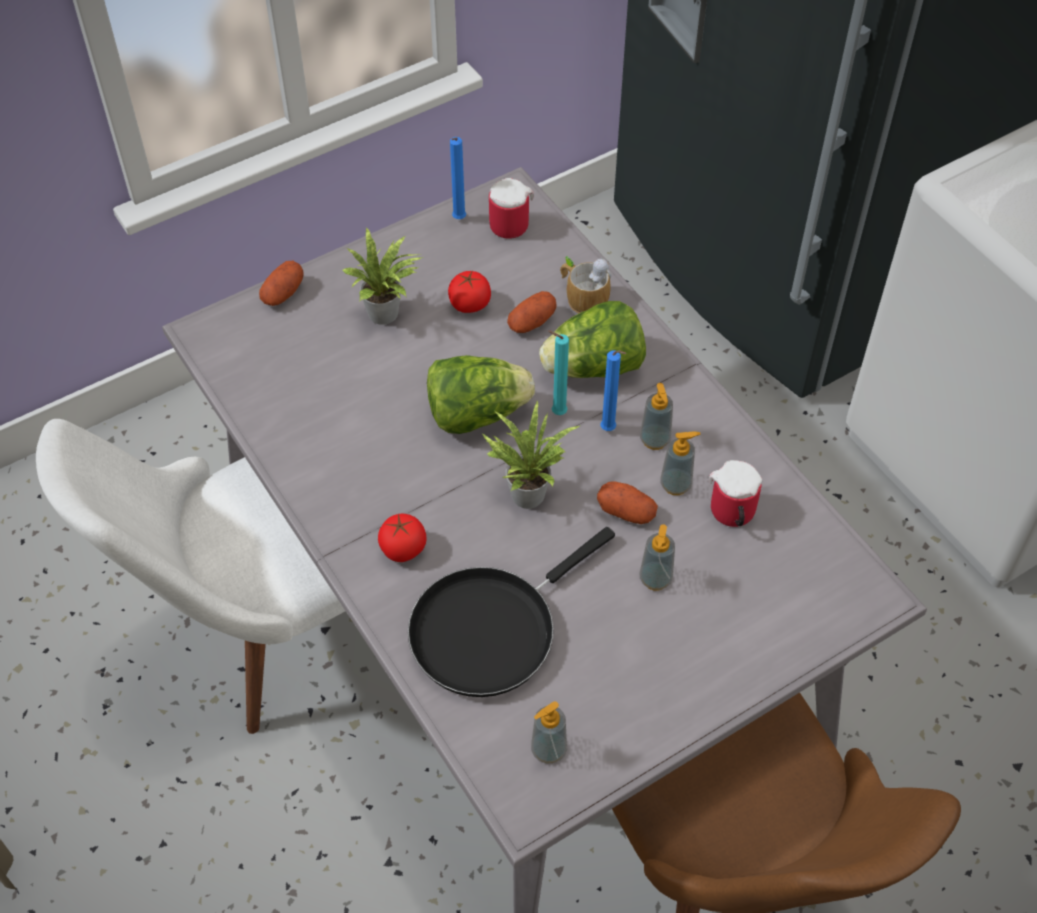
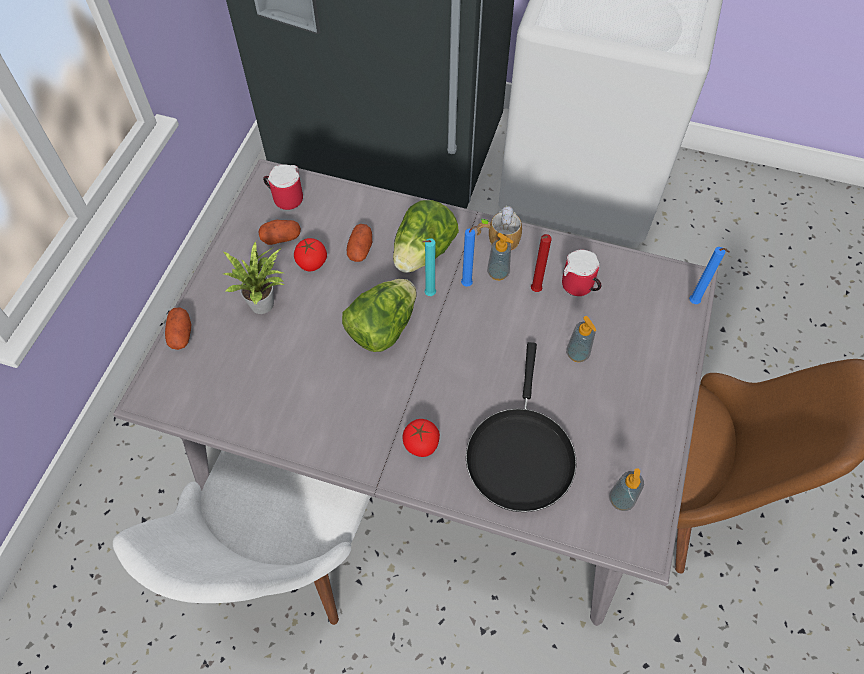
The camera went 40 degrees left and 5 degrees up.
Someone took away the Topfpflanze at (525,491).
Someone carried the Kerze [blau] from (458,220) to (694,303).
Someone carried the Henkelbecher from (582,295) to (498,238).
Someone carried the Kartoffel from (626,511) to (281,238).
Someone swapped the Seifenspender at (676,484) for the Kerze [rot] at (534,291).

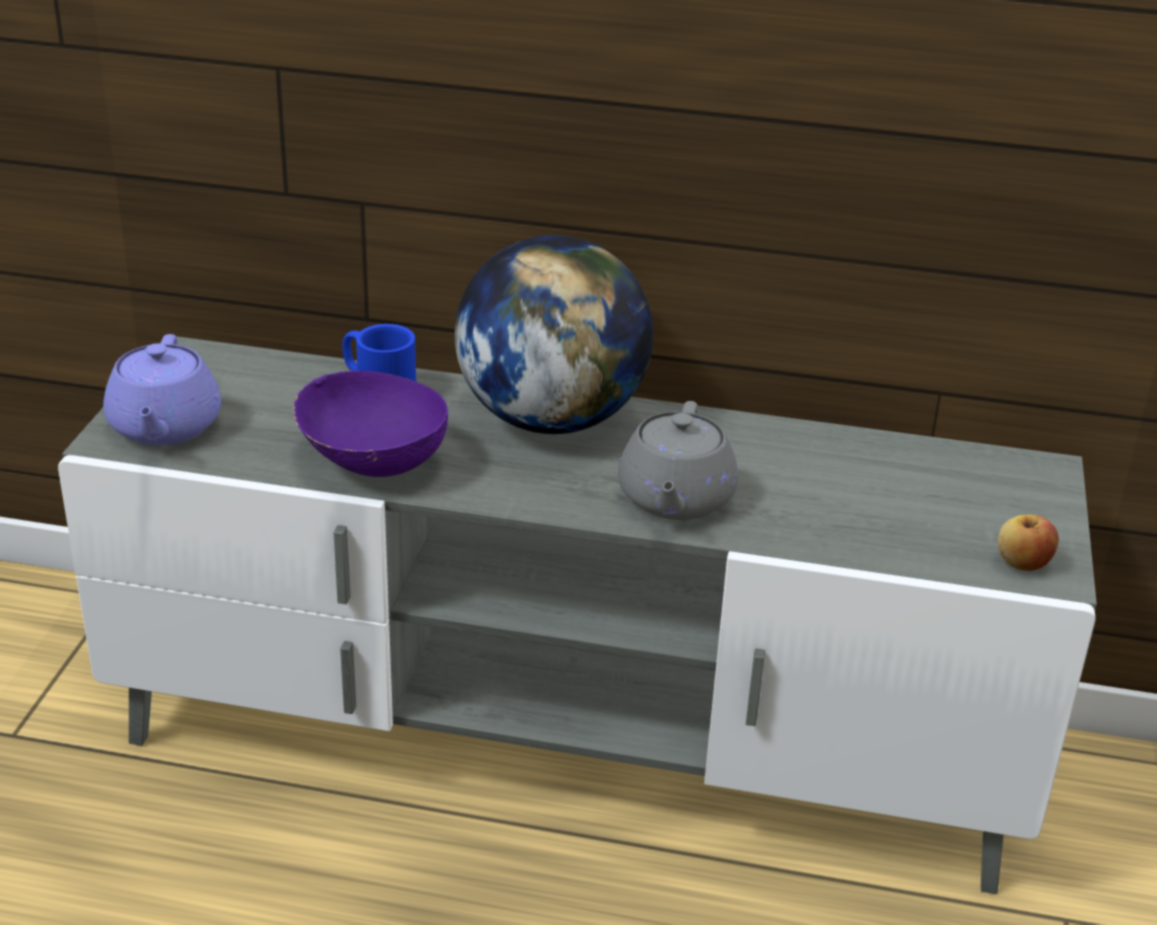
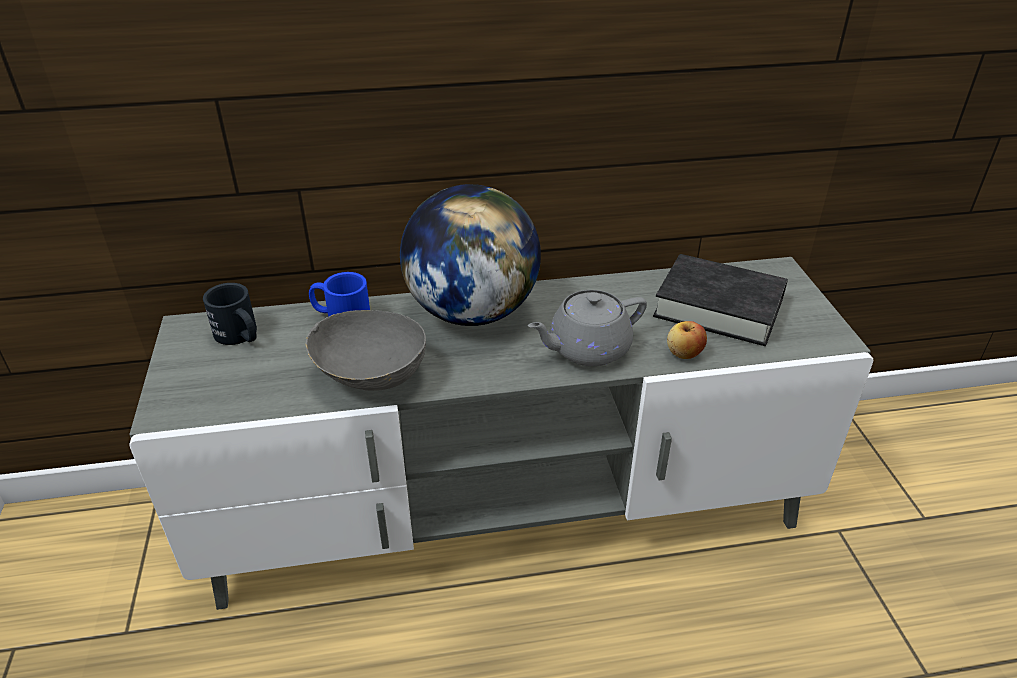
The camera went 20 degrees left and 5 degrees up.
Someone took away the Teekanne [lila] at (164,427).
Someone put down the Henkelbecher [schwarz] at (240,336).
Someone put down the Buch [schwarz] at (718,307).
Someone carried the Apfel from (1022,563) to (684,353).
Someone repainted the Schüssel [lila] at (371,461), which became the Schüssel [grau] at (369,376).
Someone rotated the Teekanne [grau] at (675,499) by 75 degrees clockwise.

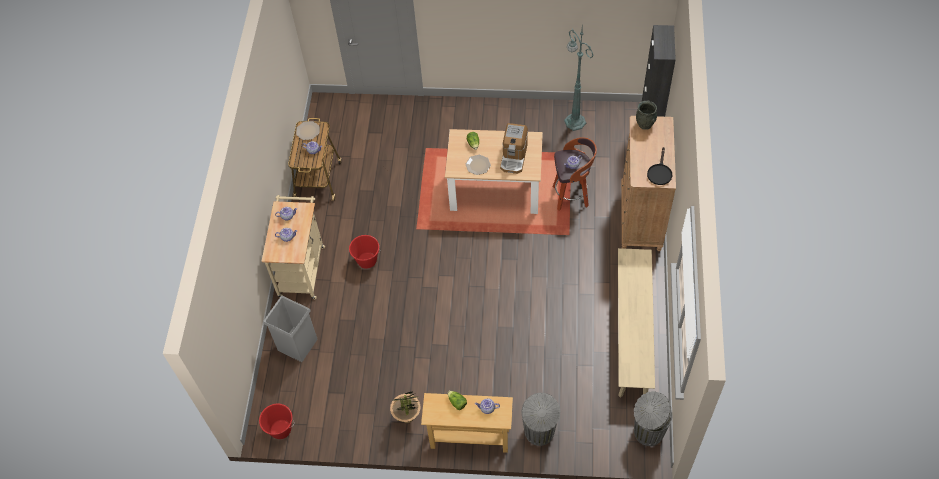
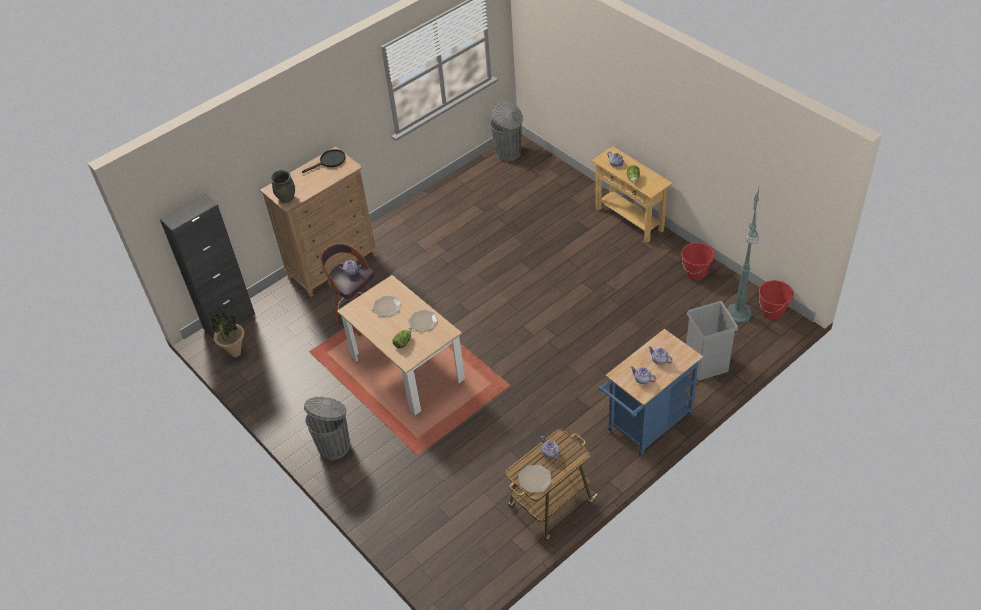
The camera went 135 degrees left and 10 degrees down.
Someone took away the Bank [beige] at (632,333).
Someone carried the Eimer [rot] from (367,261) to (696,273).
Someone carried the Topfpflanze from (408,418) to (235,353).
Someone carried the Mülleimer [grau] from (539,432) to (335,445).
Someone carried the Stehlampe [grün] from (574,121) to (738,314).
Someone swapped the Kaffeemaschine at (514,157) for the Teller at (386,307).
Someone repainted the Rollwagen [beige] at (302,267), which became the Rollwagen [blau] at (646,426).

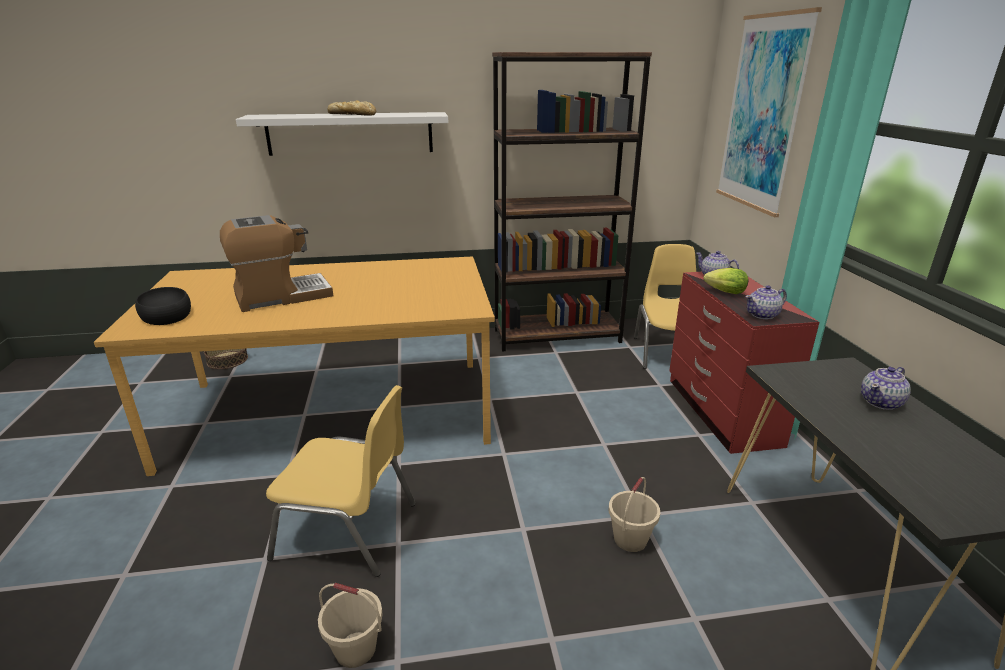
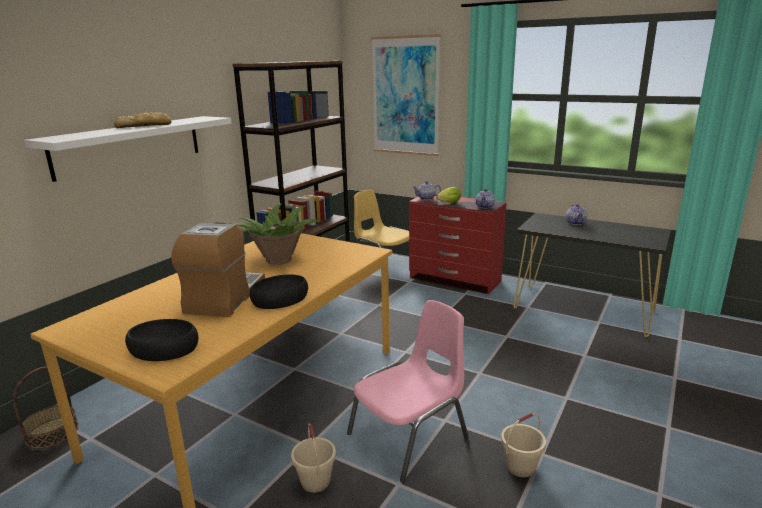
The camera went 50 degrees left and 5 degrees down.
Someone put down the Topfpflanze at (278,261).
Someone put down the Schüssel [schwarz] at (280,299).
Someone carried the Eimer [beige] from (630,540) to (316,481).
Someone repainted the Stuhl [gelb] at (348,530), which became the Stuhl [rosa] at (410,436).

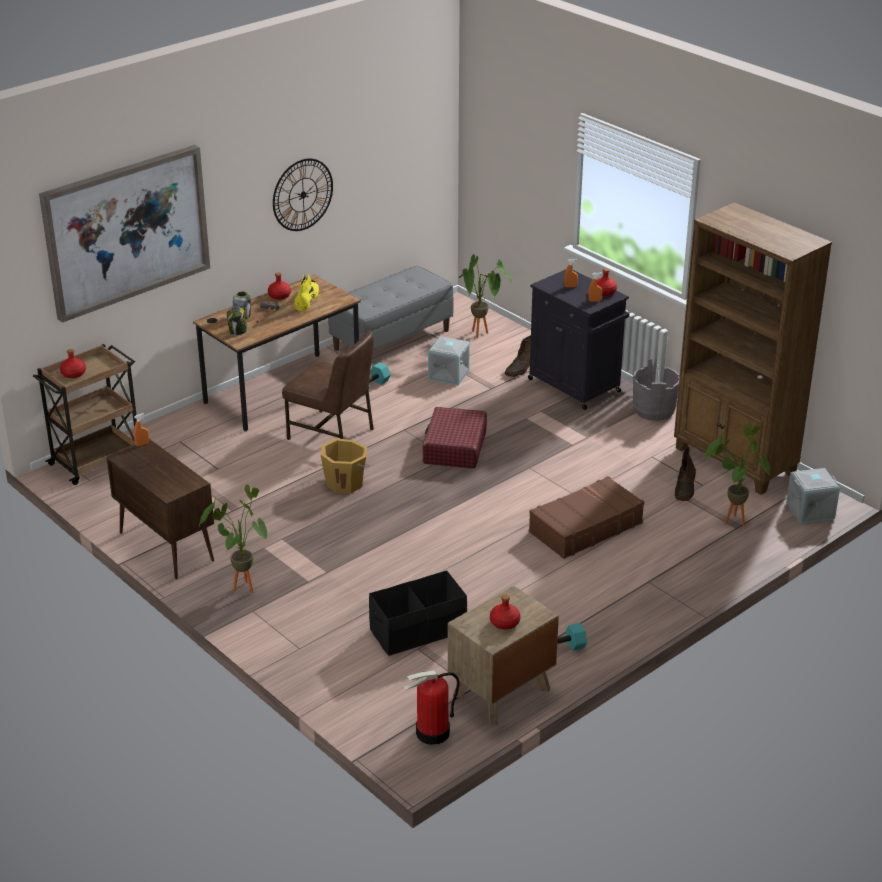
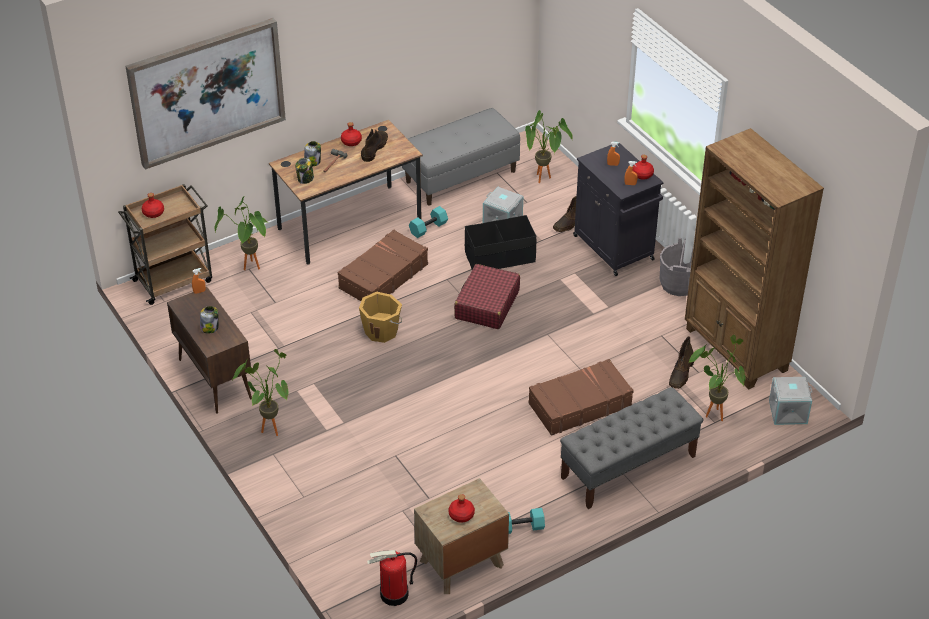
The camera went 10 degrees right and 10 degrees up.
Someone took away the Wanduhr at (303,194).
Someone put down the Vorratsglas at (210,327).
Someone put down the Topfpflanze at (250,269).
Someone put down the Bank [grau] at (628,467).
Someone carried the Aufbewahrungsbox [schwarz] from (418,631) to (500,257).
Someone swapped the Stuhl [braun] at (332,434) for the Koffer [braun] at (382,276).
Someone repainted the Stiefel [gelb] at (307,299), which became the Stiefel [braun] at (374,148).

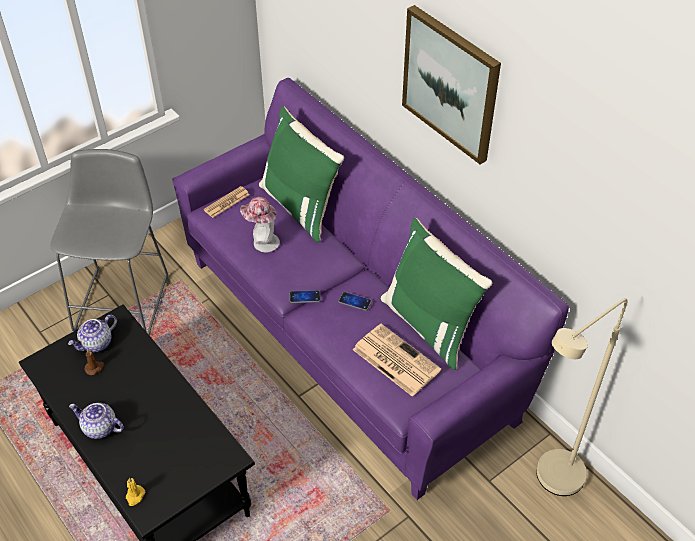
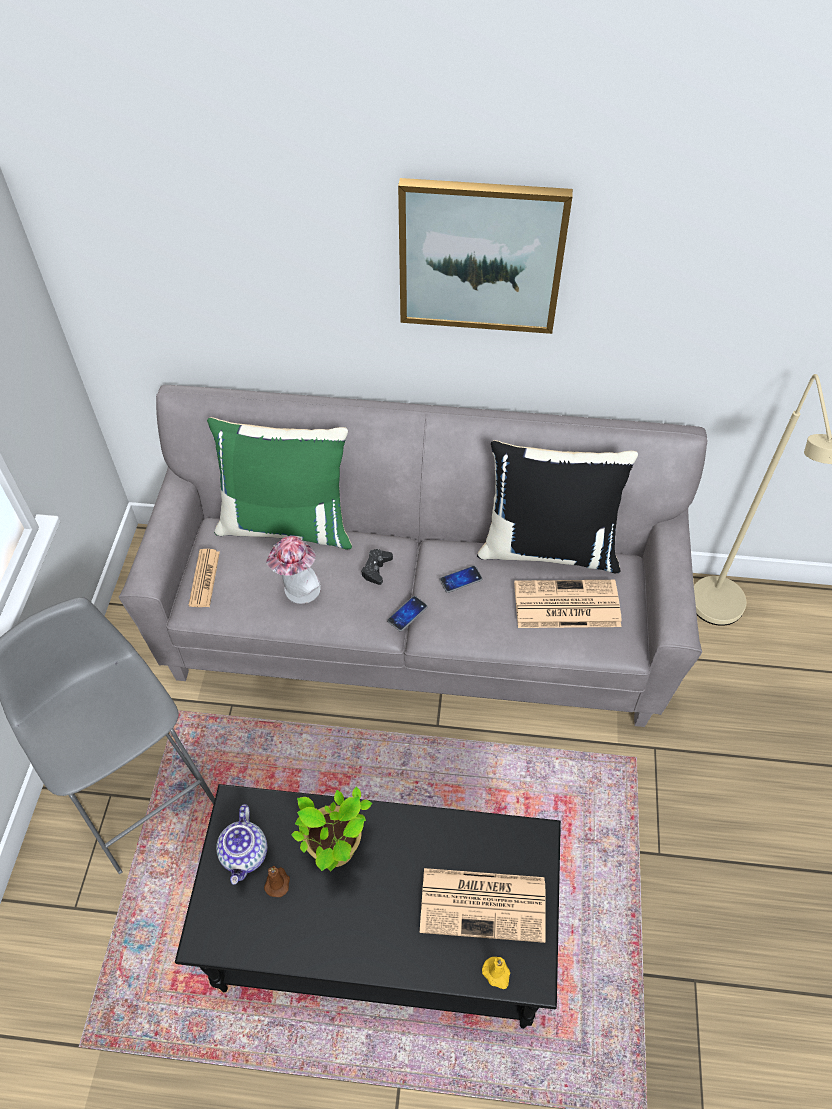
The camera went 45 degrees left and 5 degrees up.
Someone took away the Teekanne at (99,428).
Someone put down the Topfpflanze at (336,850).
Someone put down the Gamepad [schwarz] at (376,569).
Someone put down the Zeitung at (485,904).
Someone repainted the Sofa [lila] at (348,337), which became the Sofa [grau] at (415,629).
Someone repainted the Kissen [grün] at (430,325), which became the Kissen [schwarz] at (548,547).

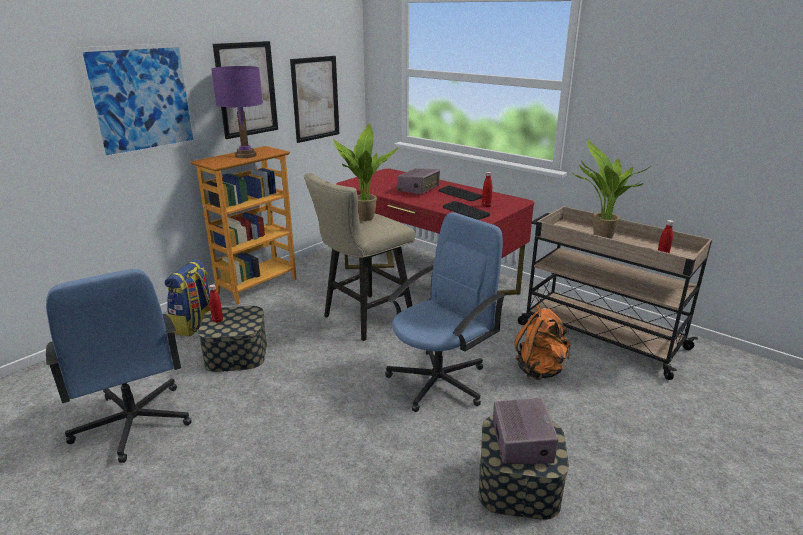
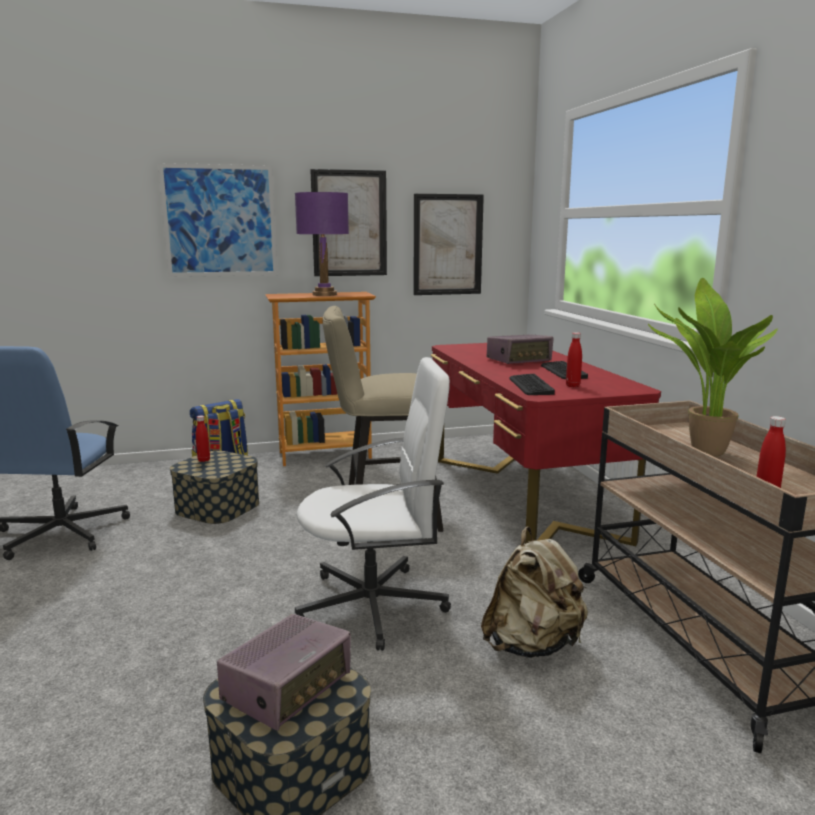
The camera went 35 degrees right and 10 degrees down.
Someone took away the Topfpflanze at (363,218).
Someone repainted the Bürostuhl [blau] at (439,381), which became the Bürostuhl [weiß] at (374,605).
Someone repainted the Rucksack [orange] at (540,369), which became the Rucksack [beige] at (532,645).

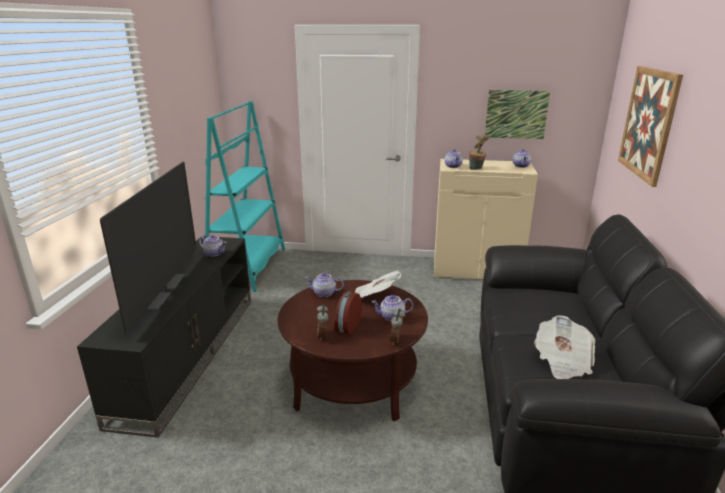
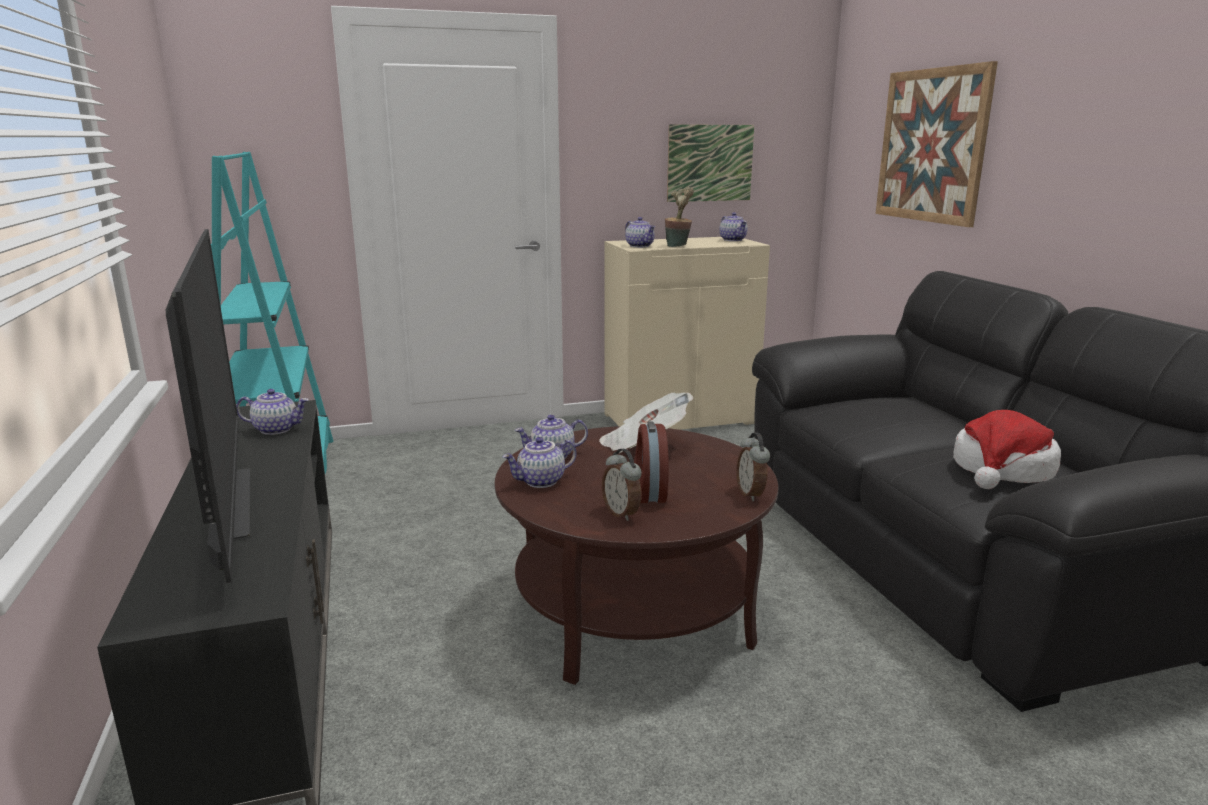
The camera went 25 degrees left and 5 degrees down.
Someone carried the Teekanne from (392,317) to (541,482).
Someone swapped the Zeitung at (562,361) for the Hut at (1002,469).

